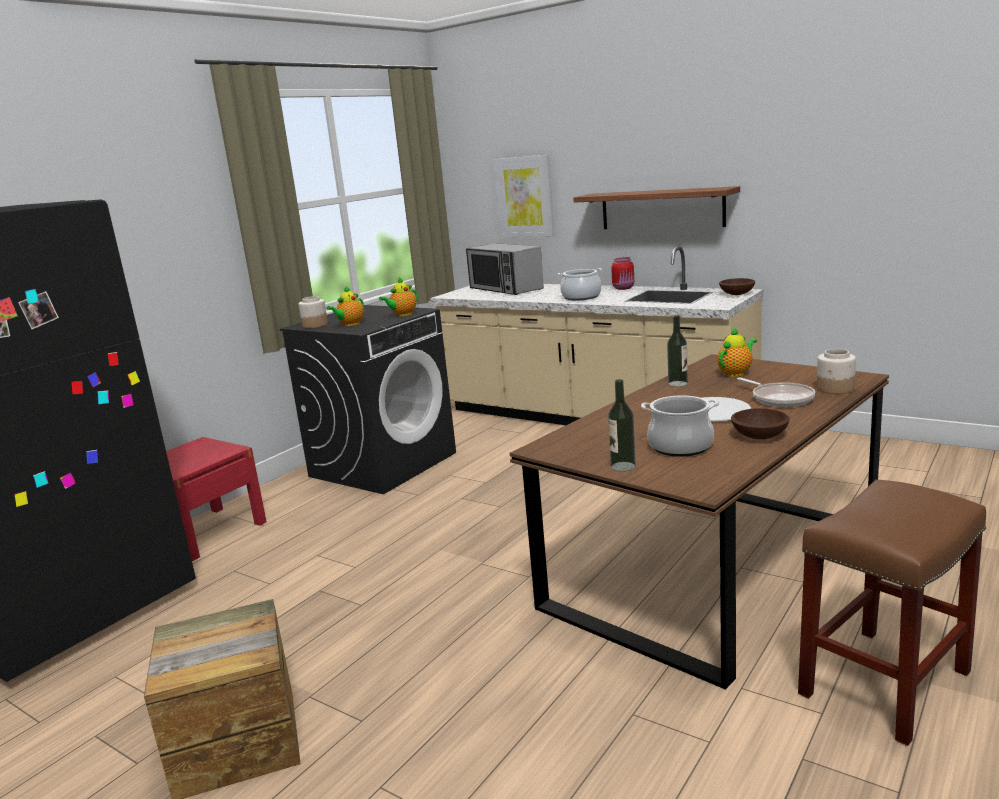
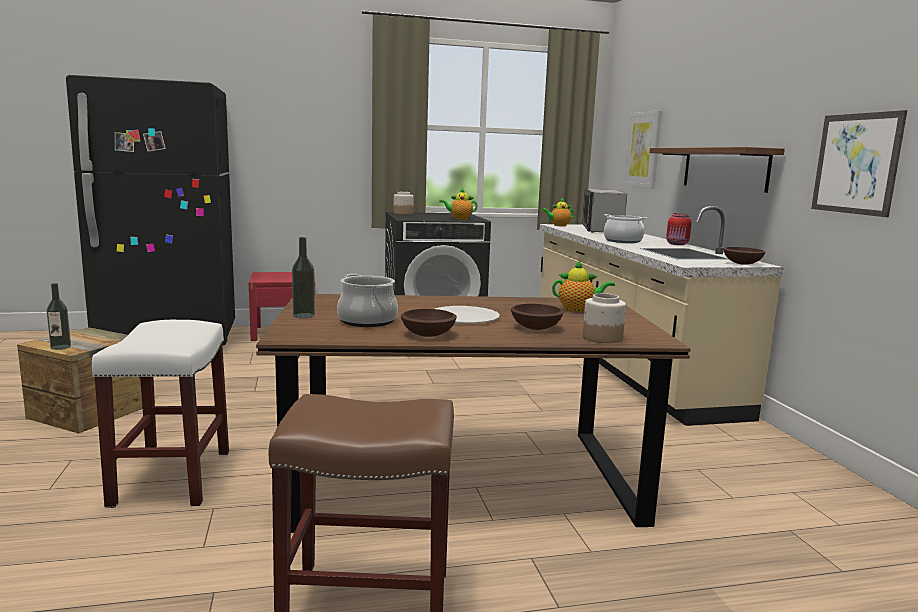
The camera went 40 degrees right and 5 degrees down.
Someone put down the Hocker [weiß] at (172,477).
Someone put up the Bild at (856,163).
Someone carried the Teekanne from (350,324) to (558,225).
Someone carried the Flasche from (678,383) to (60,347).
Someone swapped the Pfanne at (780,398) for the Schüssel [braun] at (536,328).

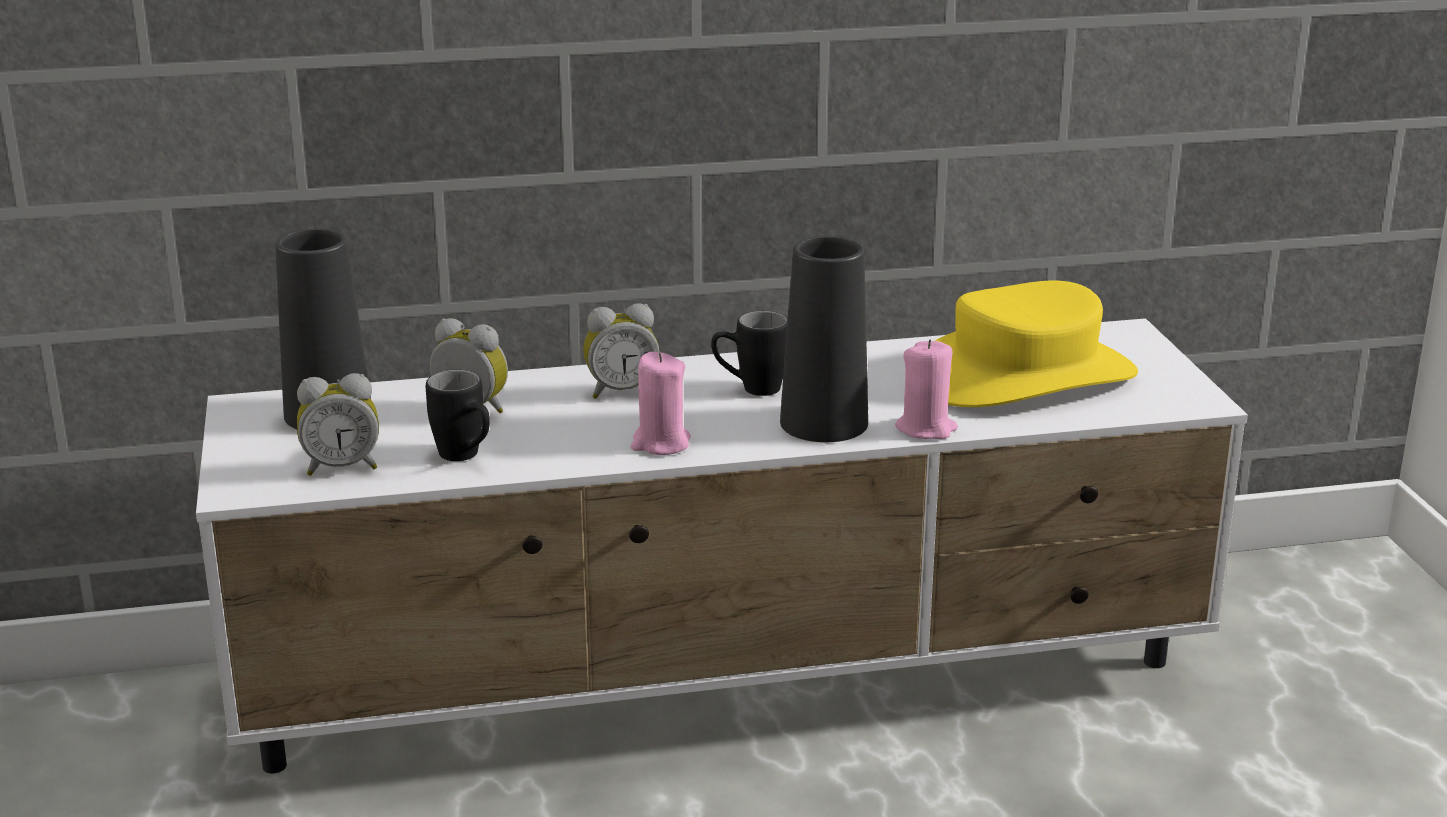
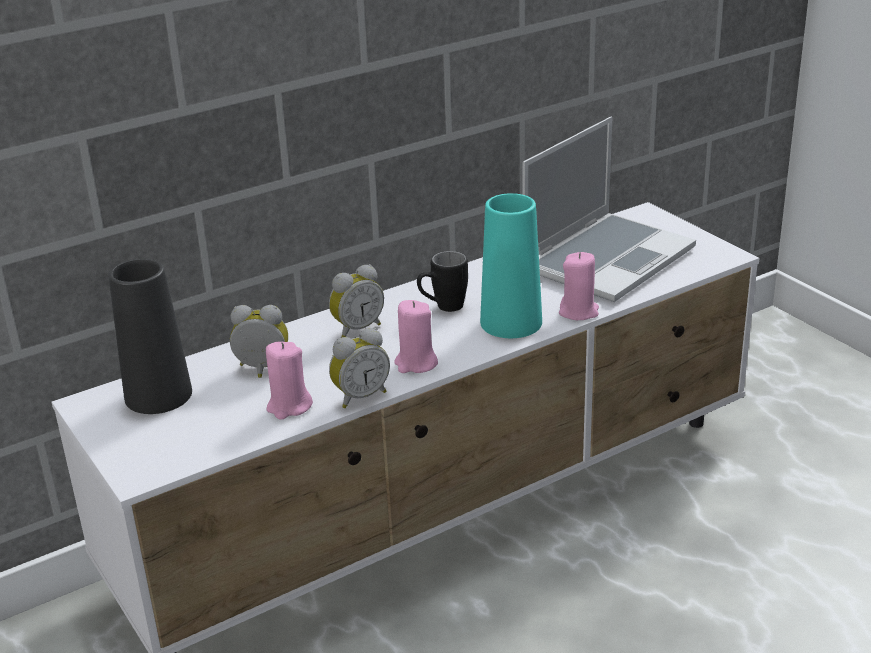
The camera went 20 degrees left and 5 degrees up.
Someone carried the Wecker from (342,466) to (360,396).
Someone swapped the Henkelbecher [schwarz] at (466,457) for the Kerze [rosa] at (289,406).
Someone swapped the Hut [gelb] at (1023,375) for the Laptop at (607,259).
Someone repainted the Vase [schwarz] at (824,423), which became the Vase [türkis] at (511,322).

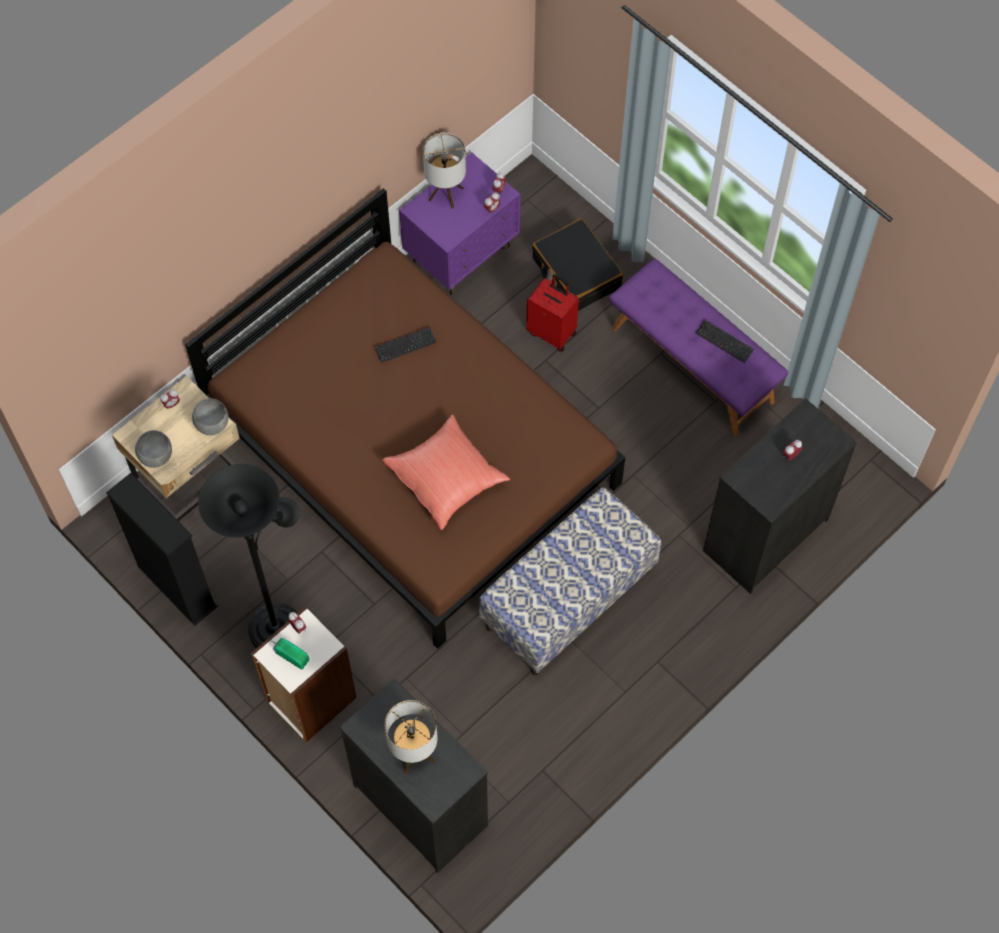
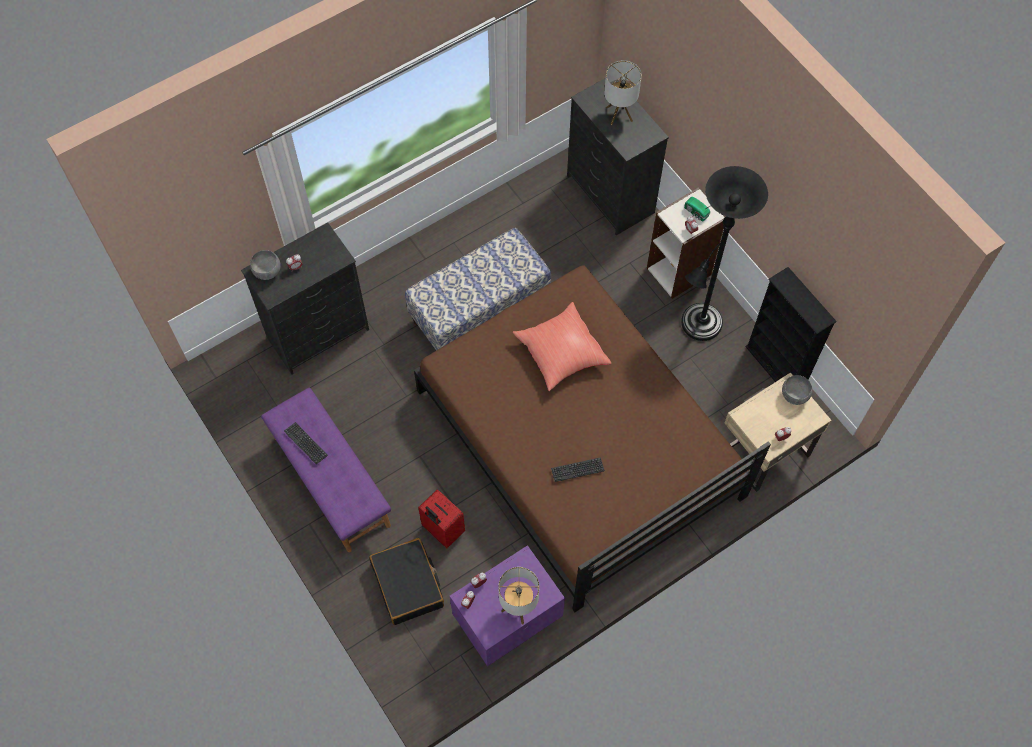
The camera went 170 degrees left and 0 degrees up.
Someone carried the Schüssel [grau] from (212,424) to (267,272).

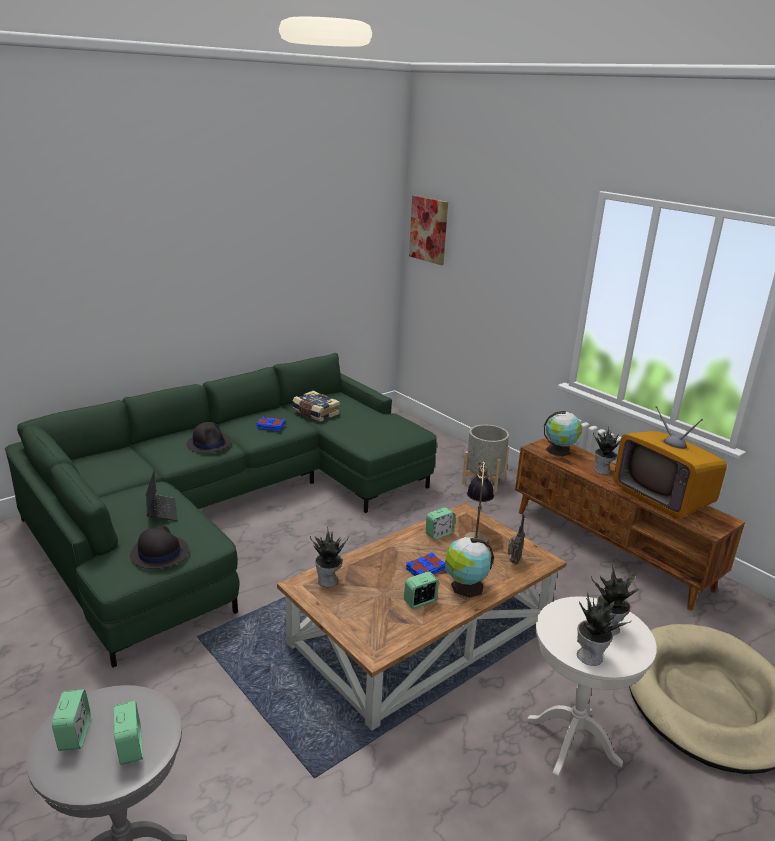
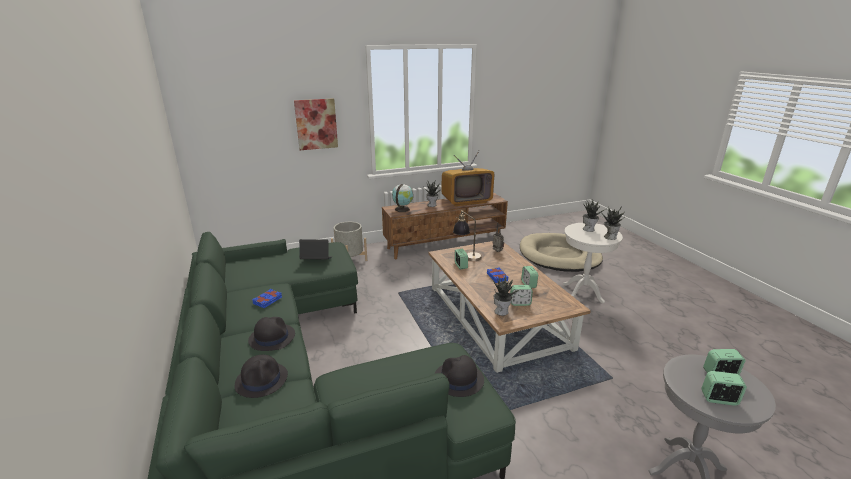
The camera went 70 degrees left and 0 degrees up.
Someone took away the Buch at (315,413).
Someone took away the Globus at (465,587).
Someone put down the Hut [schwarz] at (262,380).
Someone put down the Wecker at (520,303).
Someone carried the Laptop from (161,511) to (316,260).
Someone carried the Bild from (429,230) to (316,124).

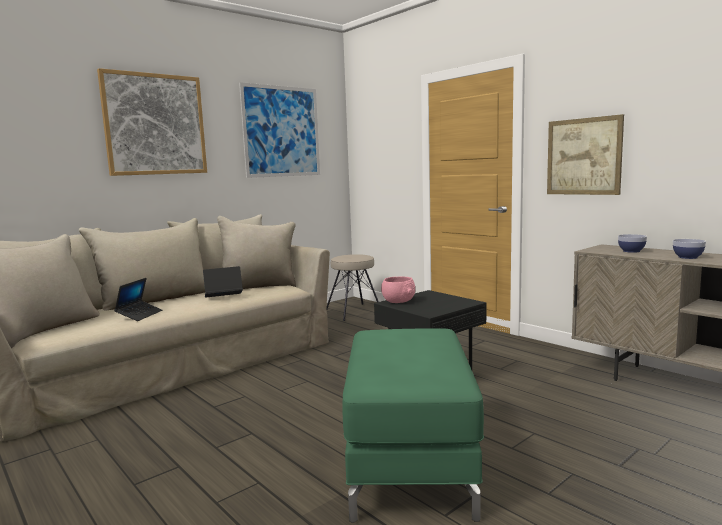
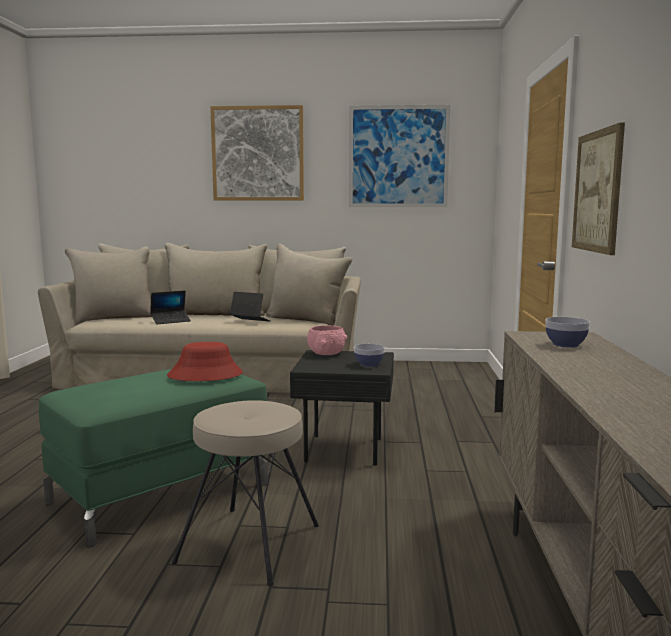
The camera went 45 degrees right and 0 degrees up.
Someone put down the Hut [rot] at (205,375).
Someone carried the Hocker [beige] from (354,312) to (250,543).
Someone carried the Schüssel from (688,257) to (369,364).

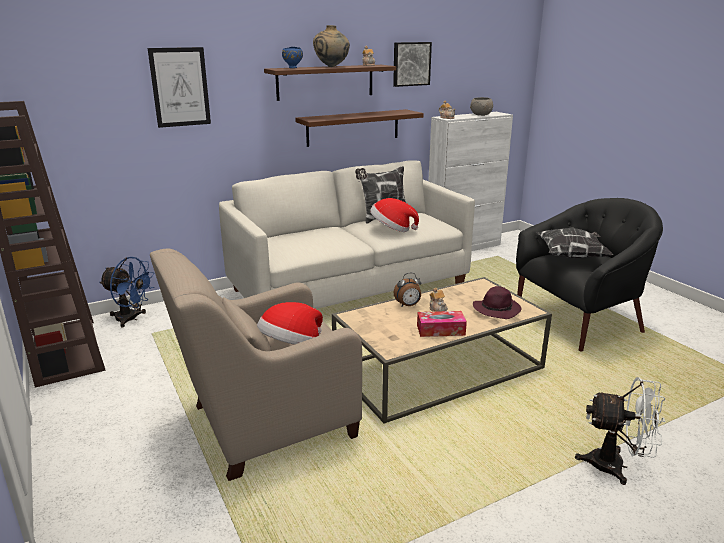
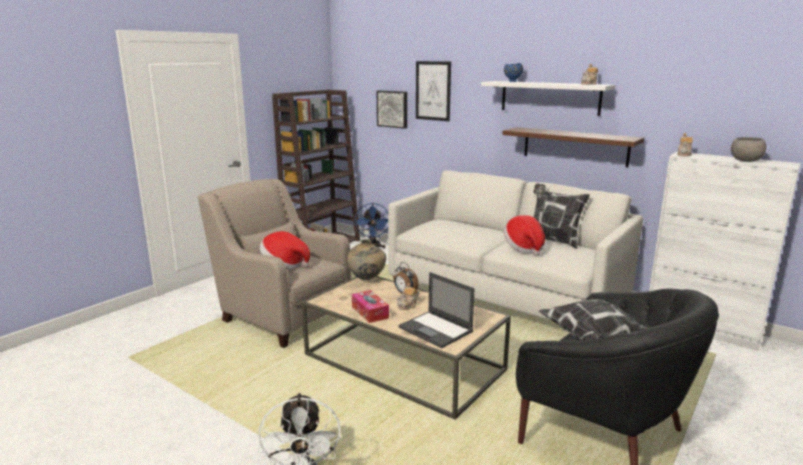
The camera went 65 degrees right and 5 degrees down.
Someone carried the Vase [beige] from (332,67) to (367,279).
Someone carried the Bild from (411,64) to (393,109).
Someone swapped the Hut [lila] at (497,309) for the Laptop at (436,330).
Someone repainted the Wandregal [braun] at (325,82), which became the Wandregal [weiß] at (549,97).

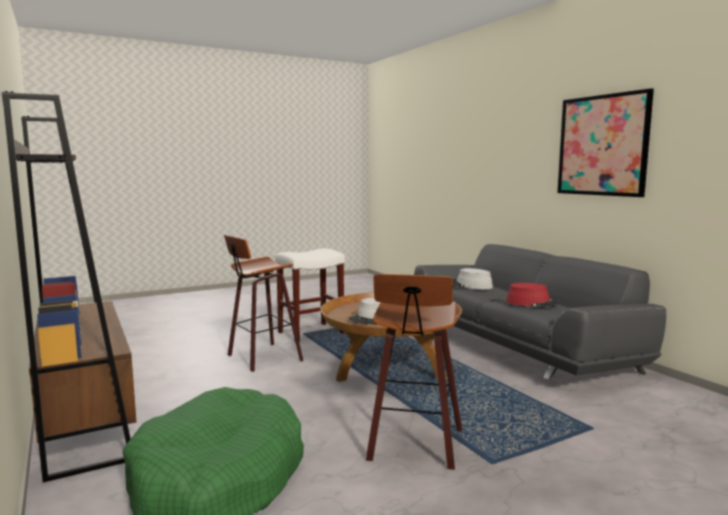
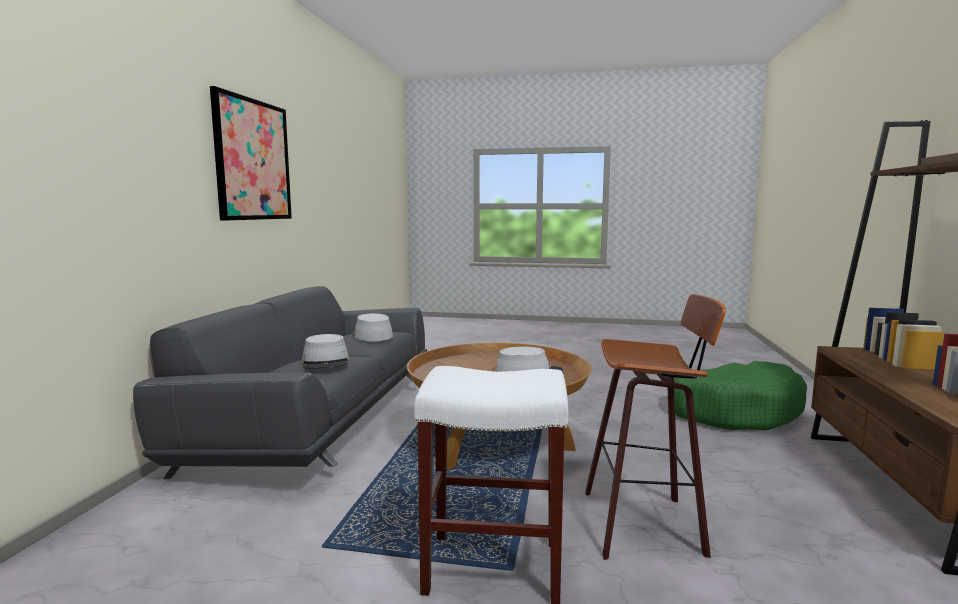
The camera went 140 degrees left and 0 degrees up.
Someone took away the Hocker at (413,446).
Someone repainted the Hut [rot] at (532,303), which became the Hut [grau] at (372,335).

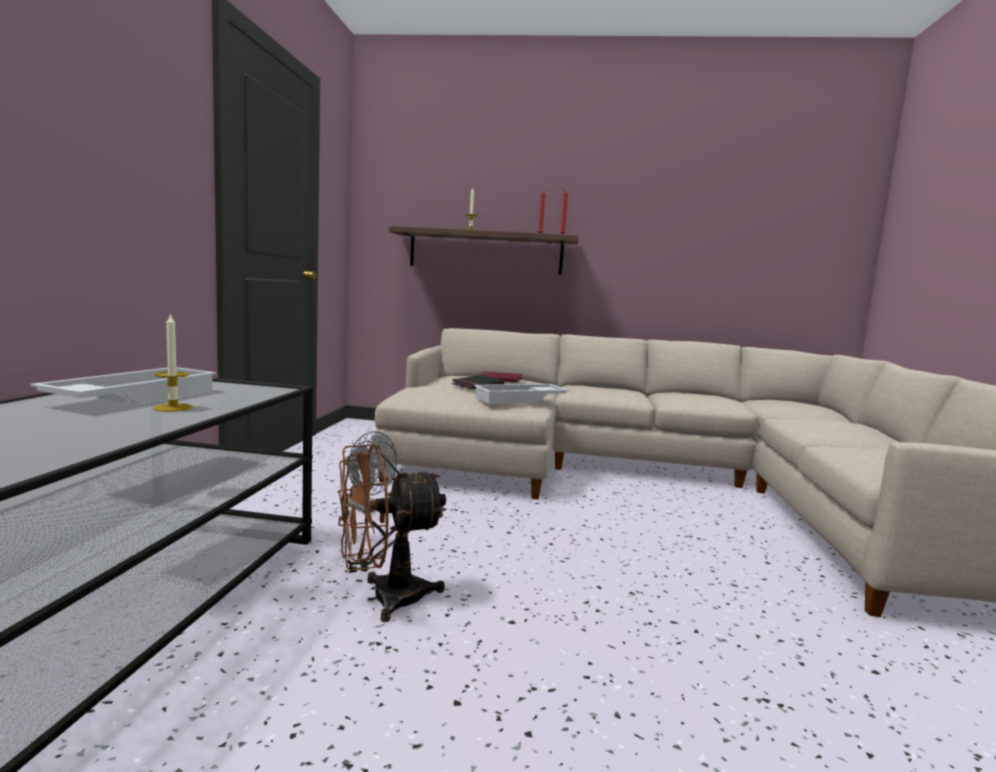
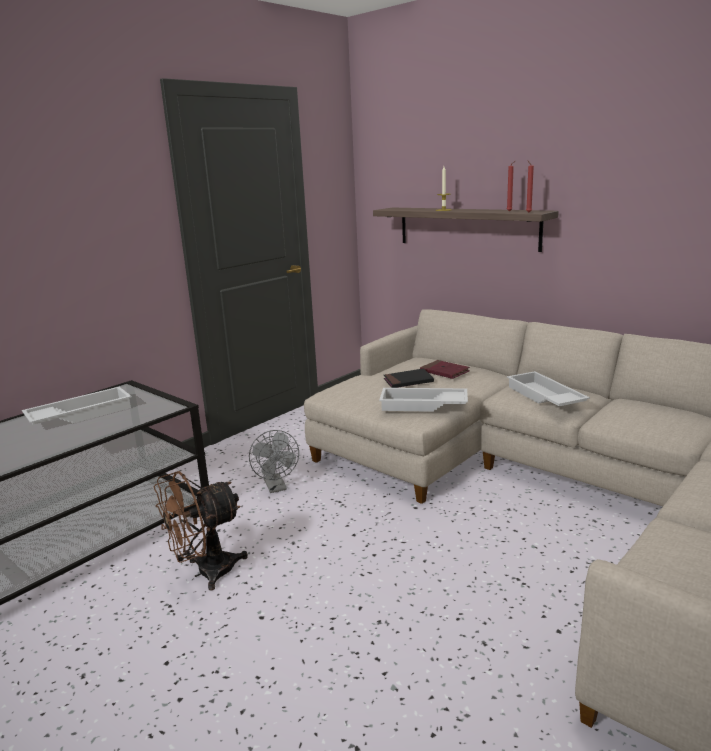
The camera went 35 degrees right and 10 degrees up.
Someone took away the Kerze at (173,408).
Someone put down the Tablett [weiß] at (543,397).
Someone rotated the Ventilator [braun] at (383,598) by 45 degrees counterclockwise.

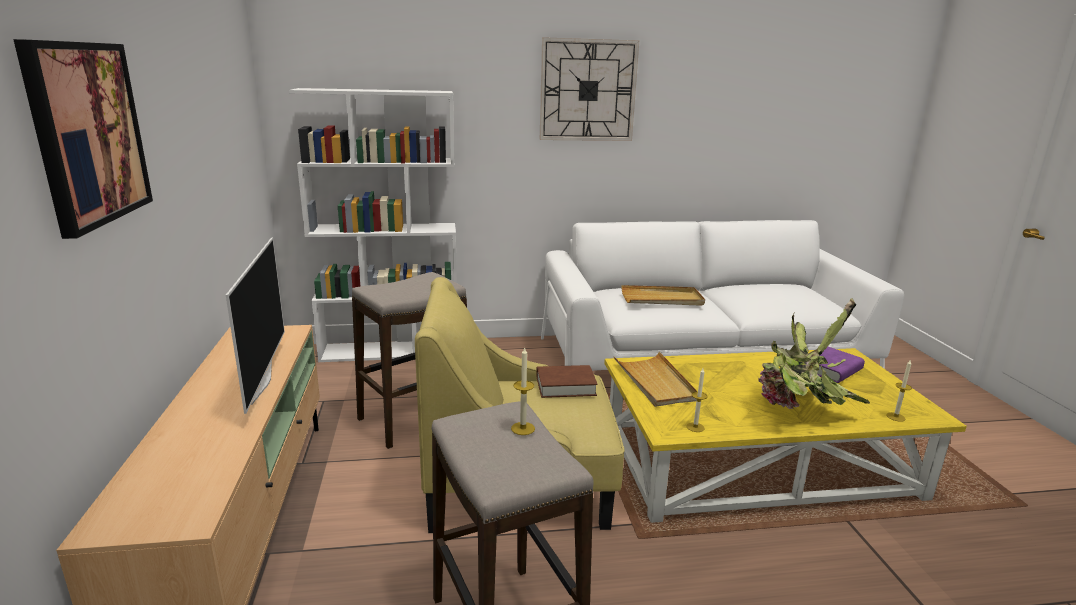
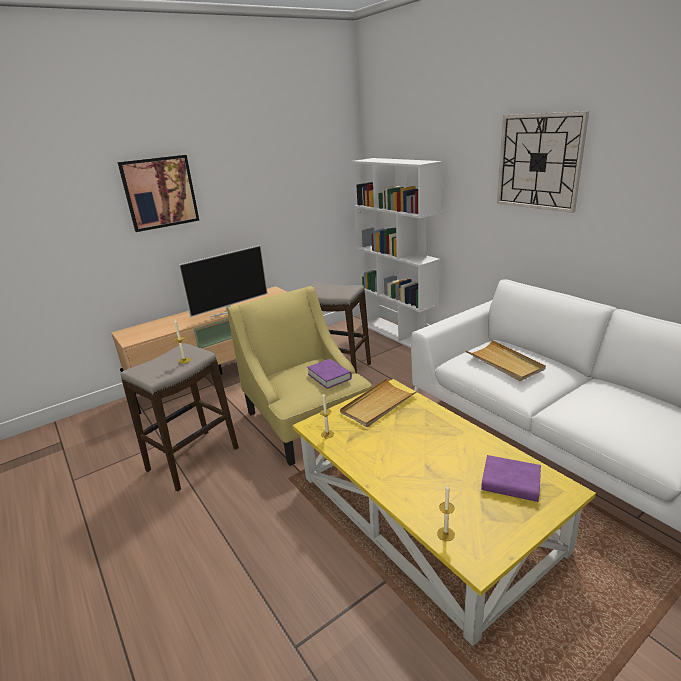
The camera went 65 degrees right and 5 degrees up.
Someone took away the Topfpflanze at (799,411).
Someone repainted the Buch [braun] at (565,386), which became the Buch [lila] at (329,376).

